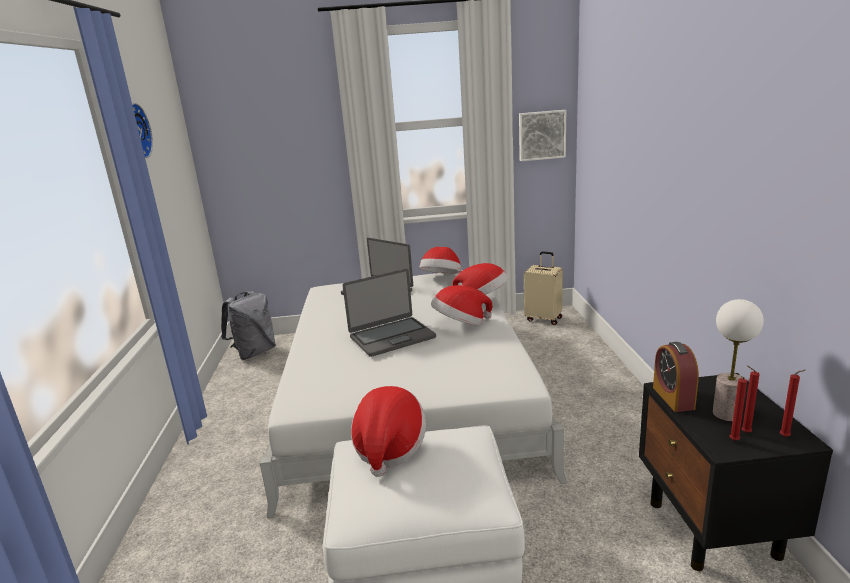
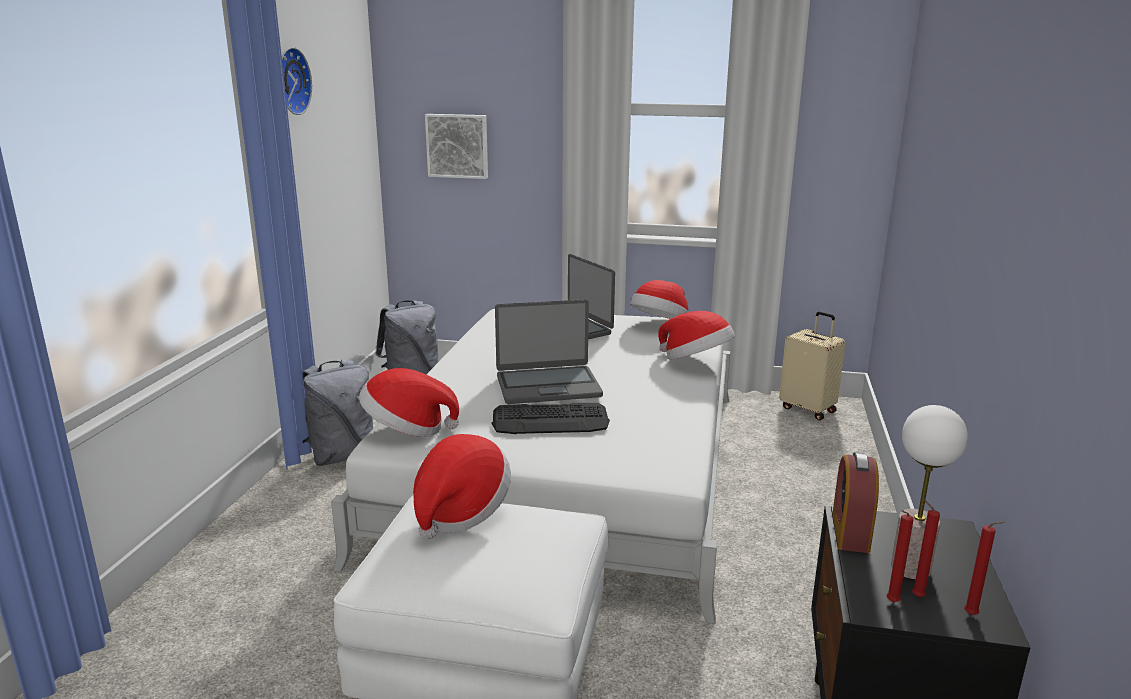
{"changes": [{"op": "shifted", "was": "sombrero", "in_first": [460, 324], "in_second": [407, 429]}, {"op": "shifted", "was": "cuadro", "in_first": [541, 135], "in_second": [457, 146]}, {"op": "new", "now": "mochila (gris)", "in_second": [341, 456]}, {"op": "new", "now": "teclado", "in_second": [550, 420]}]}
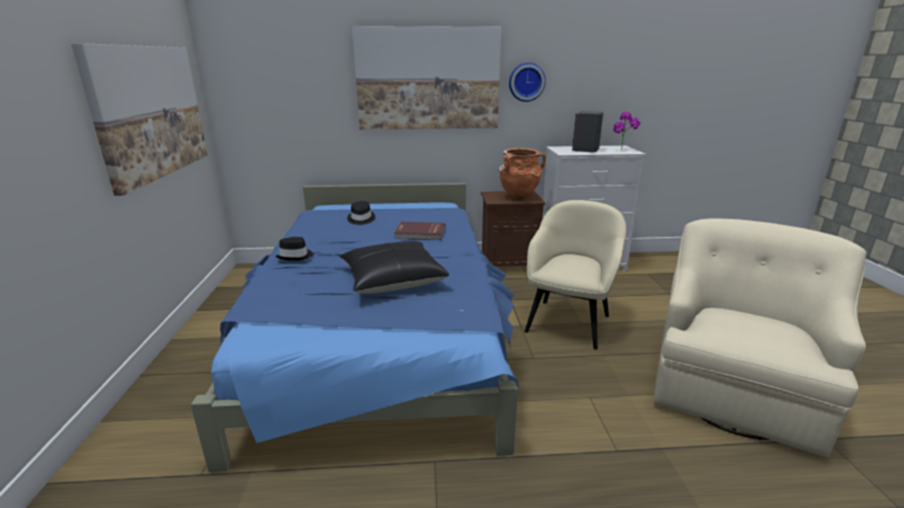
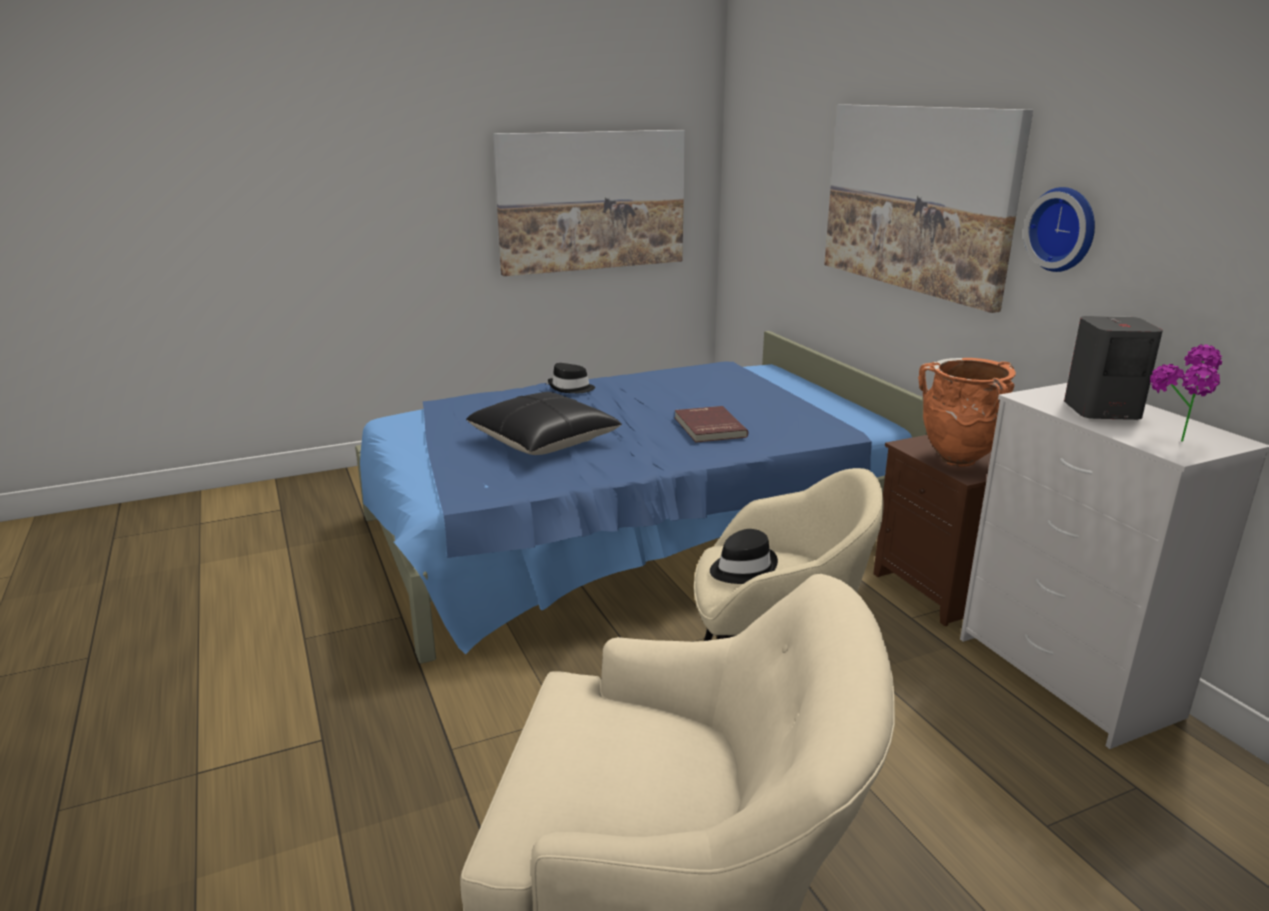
{"changes": [{"op": "shifted", "was": "sombrero (negro)", "in_first": [360, 219], "in_second": [742, 568]}]}
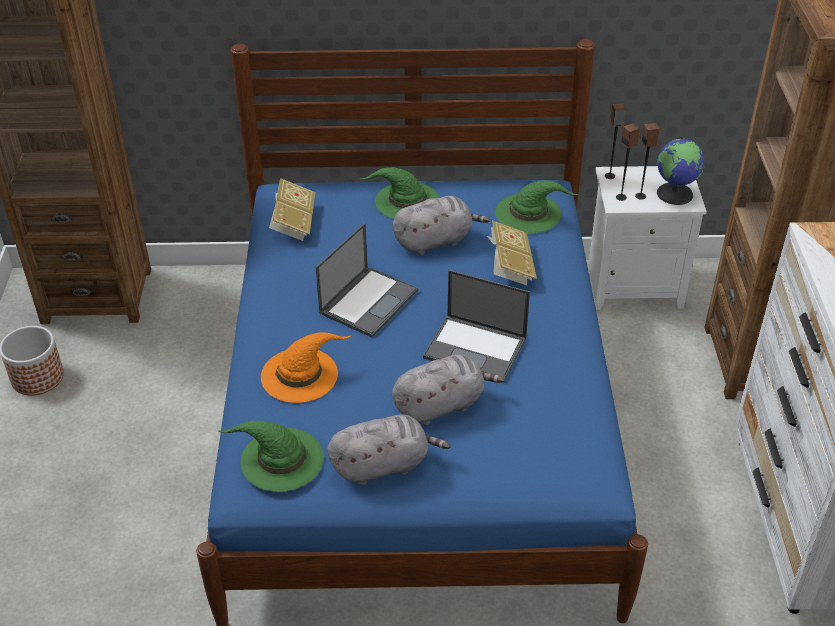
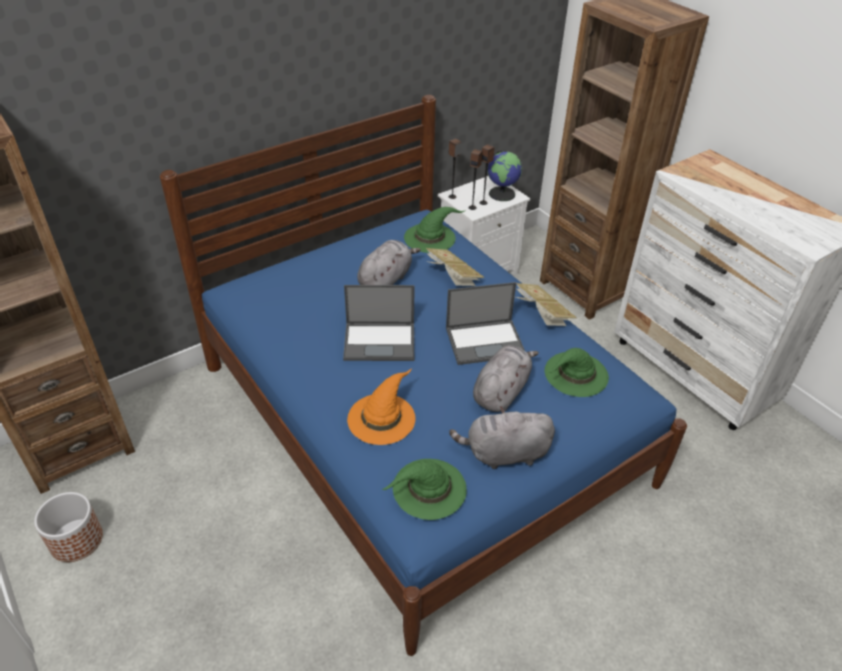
{"changes": [{"op": "shifted", "was": "libro", "in_first": [293, 222], "in_second": [542, 315]}, {"op": "rotated", "was": "portátil", "in_first": [369, 301], "in_second": [380, 341], "clockwise": 90}, {"op": "rotated", "was": "peluche (gris)", "in_first": [384, 465], "in_second": [503, 454], "clockwise": -135}, {"op": "shifted", "was": "sombrero (verde)", "in_first": [406, 201], "in_second": [575, 374]}]}
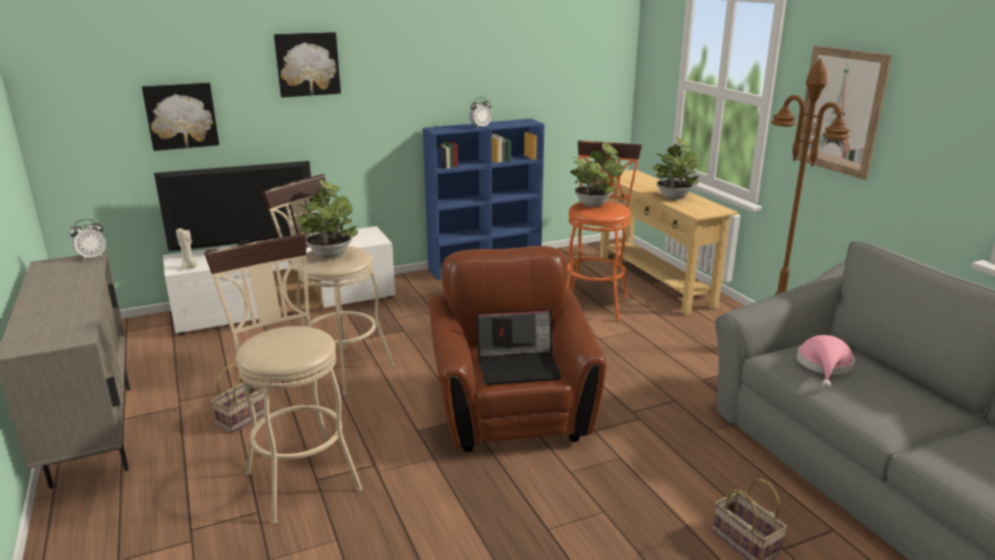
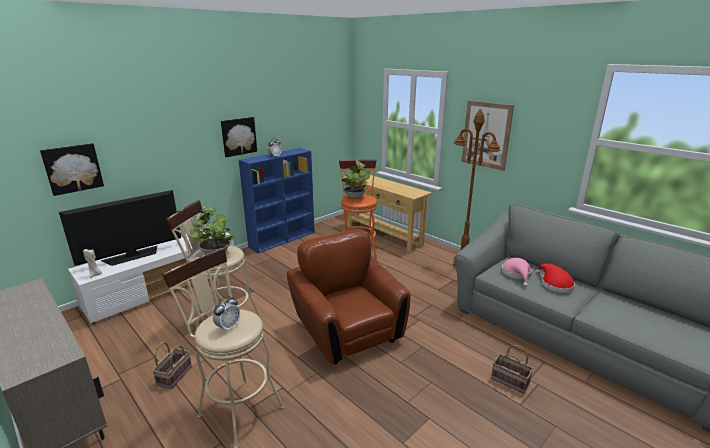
{"changes": [{"op": "shifted", "was": "despertador", "in_first": [92, 257], "in_second": [228, 327]}, {"op": "shifted", "was": "cuadro", "in_first": [307, 64], "in_second": [238, 136]}, {"op": "gone", "was": "portátil", "in_first": [519, 367]}, {"op": "gone", "was": "planta en maceta", "in_first": [673, 196]}, {"op": "new", "now": "sombrero (rojo)", "in_second": [554, 284]}]}
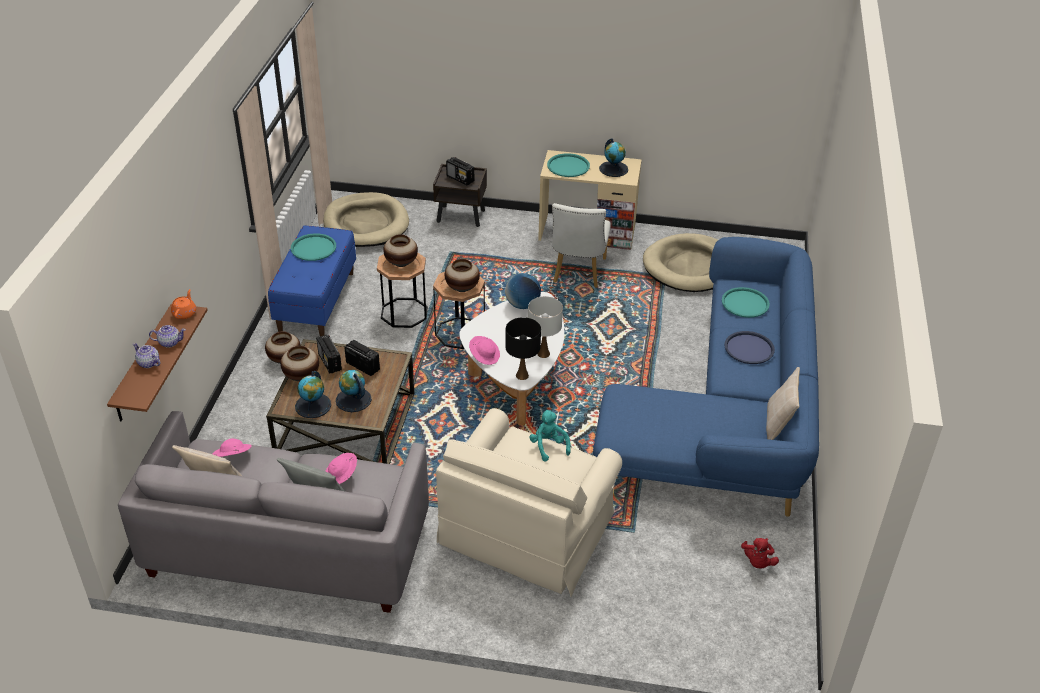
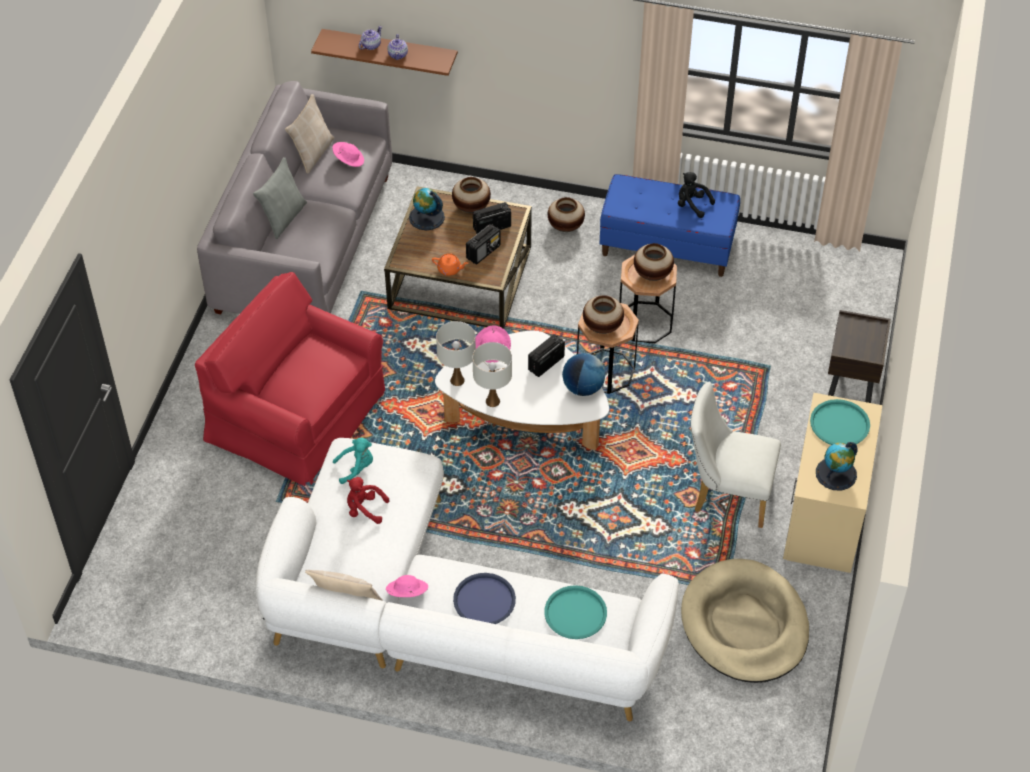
{"changes": [{"op": "shifted", "was": "tetera (naranja)", "in_first": [184, 313], "in_second": [450, 269]}, {"op": "swapped", "was": "bandeja (turquesa)", "now": "peluche (negro)", "in_first": [313, 248], "in_second": [692, 205]}, {"op": "gone", "was": "cama para perro (beis)", "in_first": [366, 224]}, {"op": "shifted", "was": "sombrero (rosa)", "in_first": [341, 476], "in_second": [407, 593]}, {"op": "gone", "was": "globo terráqueo", "in_first": [353, 400]}, {"op": "repainted", "was": "sillón (beis)", "now": "sillón (rojo)", "in_first": [527, 528], "in_second": [297, 414]}, {"op": "shifted", "was": "radio", "in_first": [460, 179], "in_second": [545, 363]}, {"op": "repainted", "was": "lámpara de mesa (negro)", "now": "lámpara de mesa (blanco)", "in_first": [522, 375], "in_second": [457, 380]}, {"op": "shifted", "was": "peluche (turquesa)", "in_first": [548, 446], "in_second": [356, 468]}, {"op": "repainted", "was": "sofá (azul)", "now": "sofá (blanco)", "in_first": [728, 414], "in_second": [444, 616]}, {"op": "shifted", "was": "peluche (rojo)", "in_first": [757, 562], "in_second": [364, 509]}]}
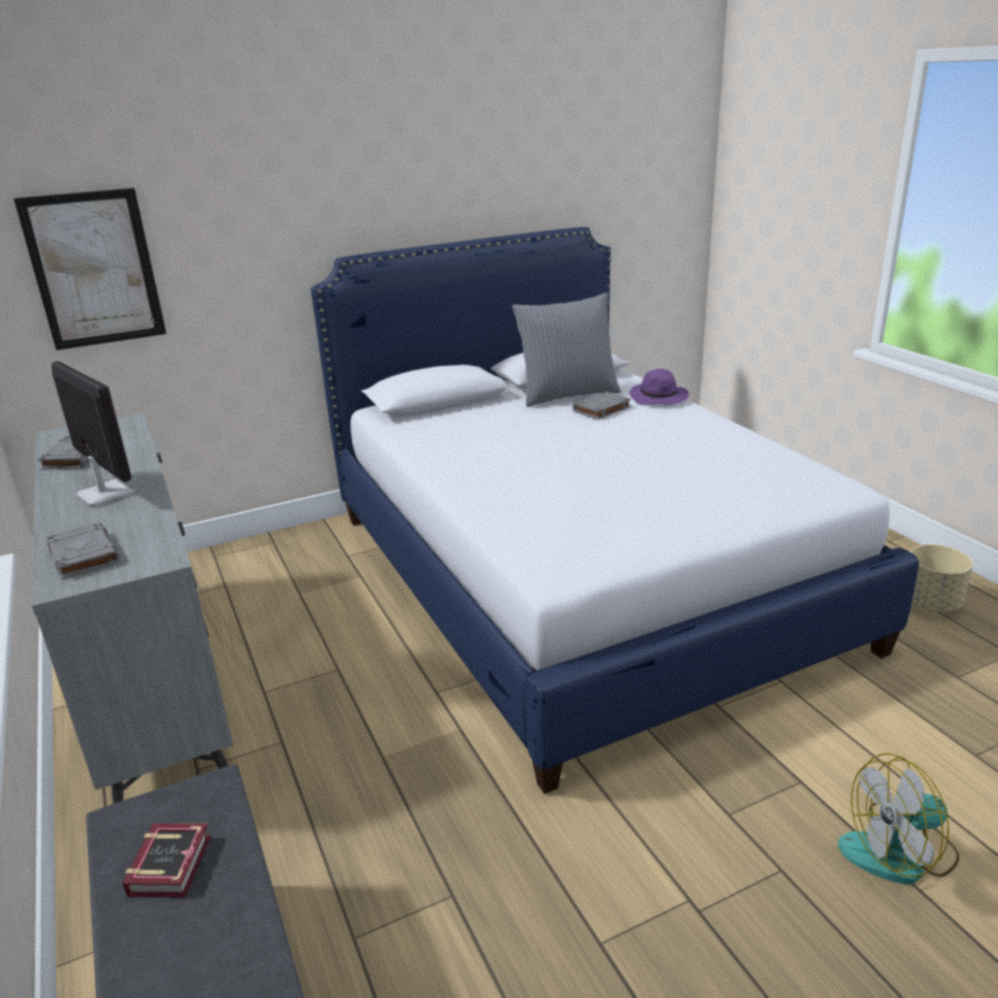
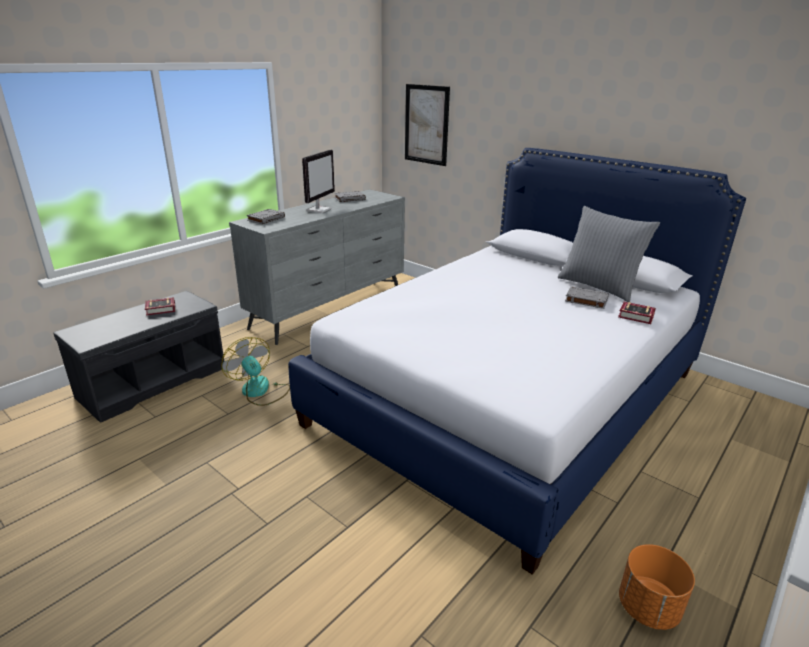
{"changes": [{"op": "swapped", "was": "sombrero (morado)", "now": "libro", "in_first": [659, 398], "in_second": [637, 317]}, {"op": "shifted", "was": "ventilador", "in_first": [899, 853], "in_second": [260, 391]}, {"op": "repainted", "was": "maceta (beis)", "now": "maceta (naranja)", "in_first": [931, 604], "in_second": [648, 608]}]}
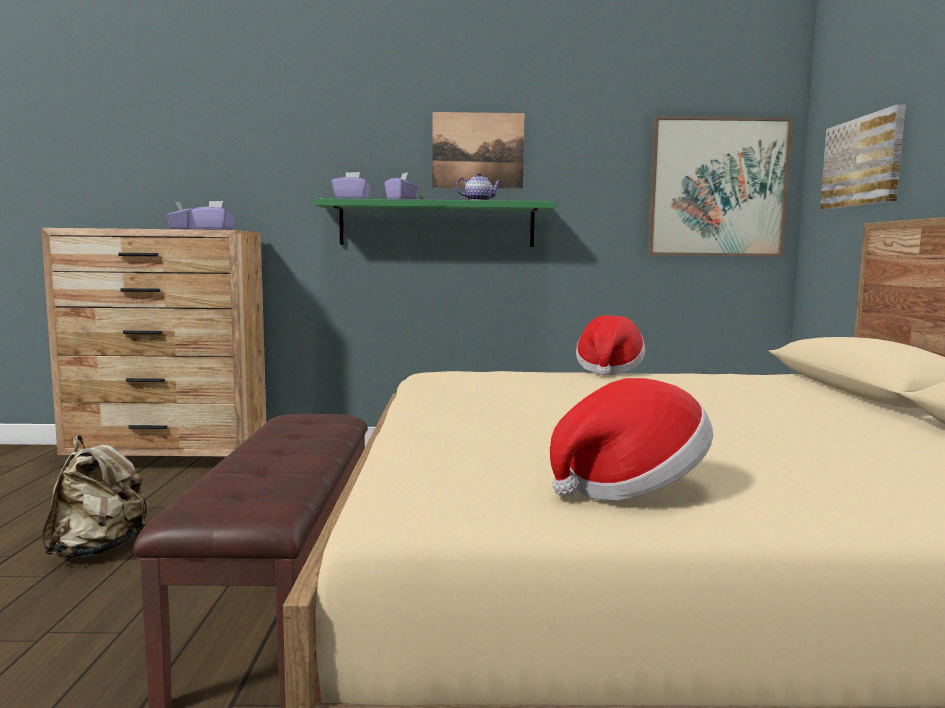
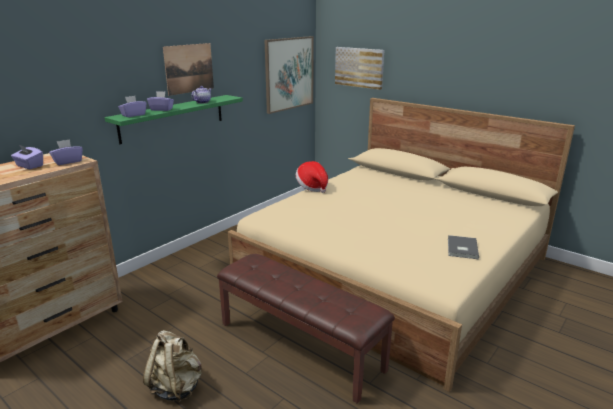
{"changes": [{"op": "swapped", "was": "sombrero", "now": "libro (gris)", "in_first": [630, 487], "in_second": [461, 248]}]}
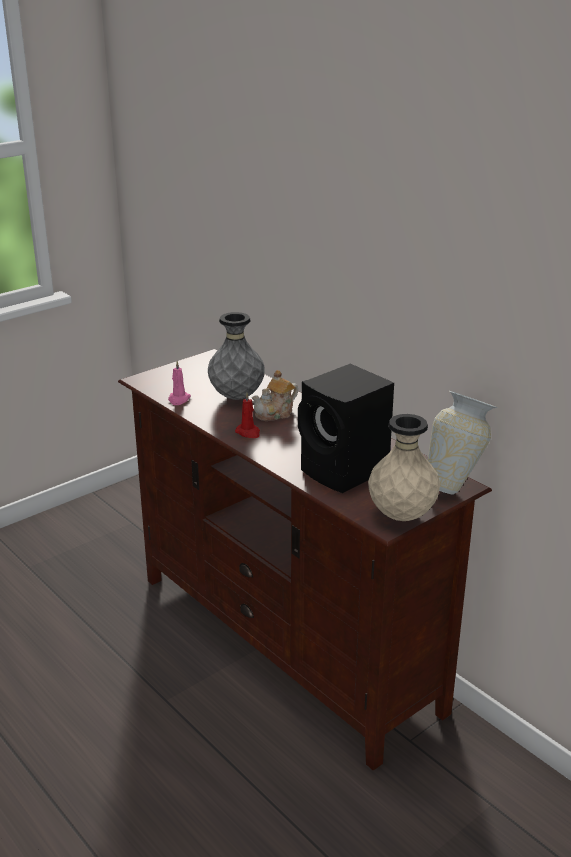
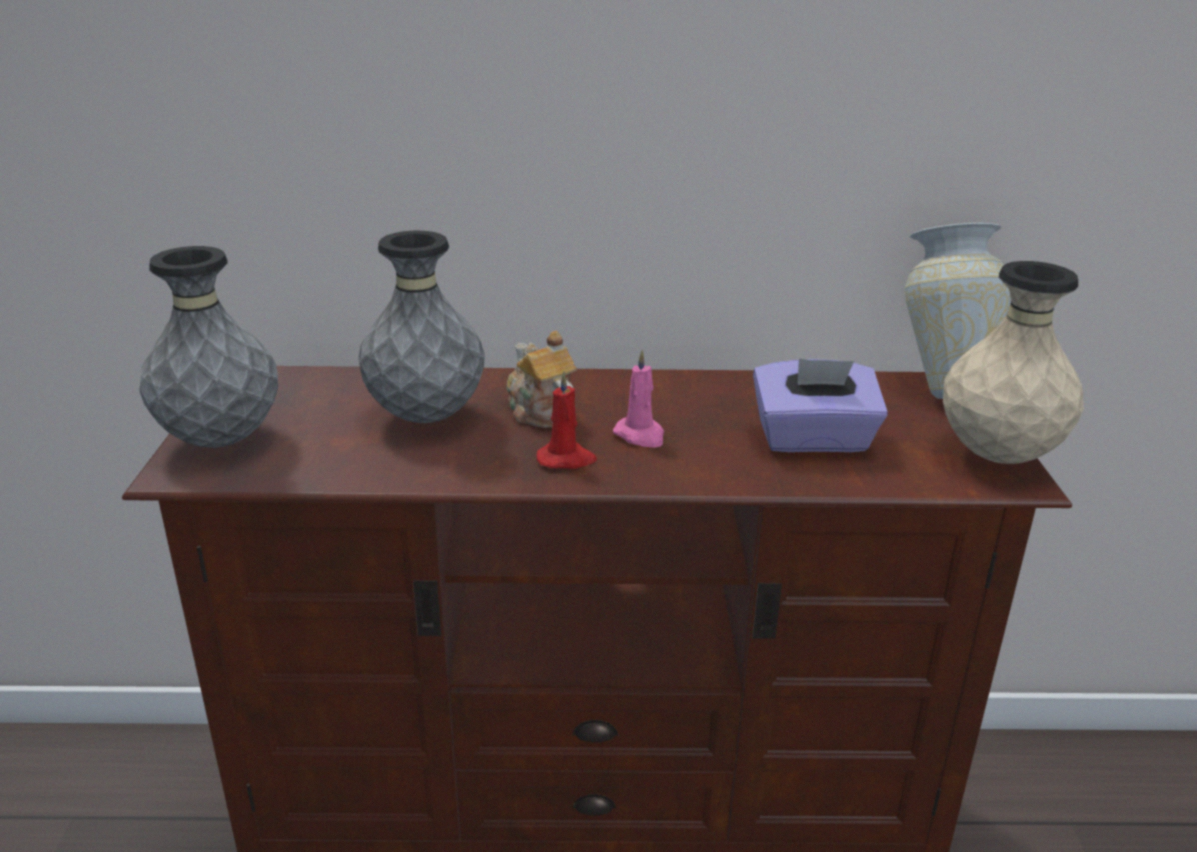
{"changes": [{"op": "shifted", "was": "vela (rosa)", "in_first": [179, 399], "in_second": [640, 436]}, {"op": "rotated", "was": "tetera", "in_first": [276, 413], "in_second": [540, 411], "clockwise": 150}, {"op": "swapped", "was": "altavoz (negro)", "now": "caja de pañuelos (morado)", "in_first": [346, 472], "in_second": [813, 440]}, {"op": "new", "now": "florero (gris)", "in_second": [221, 440]}]}
